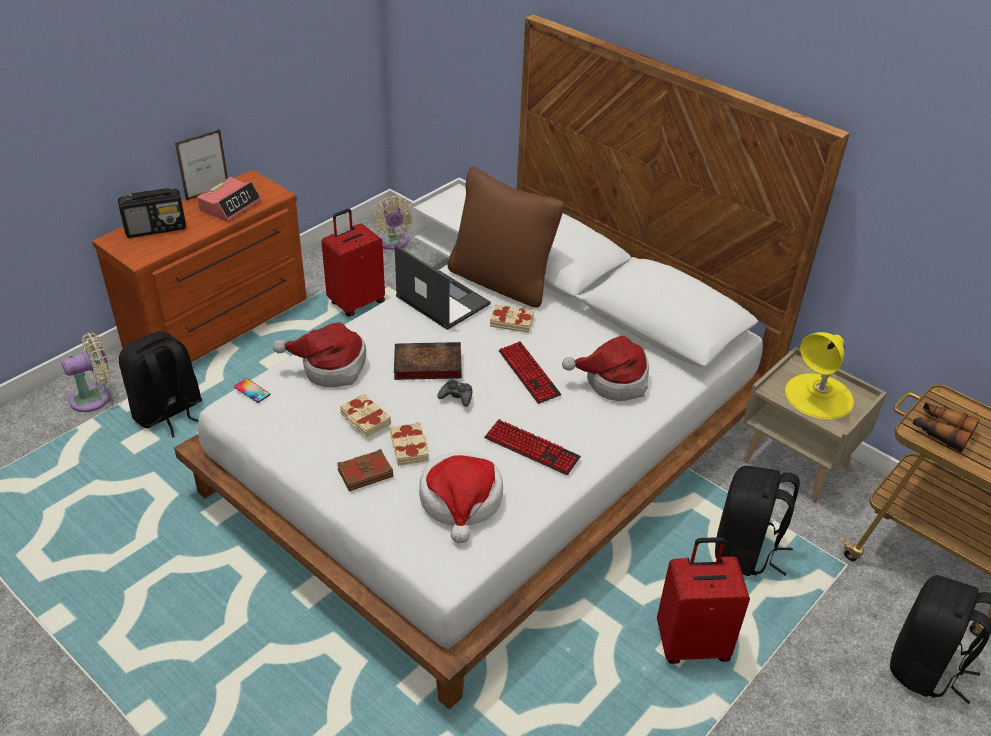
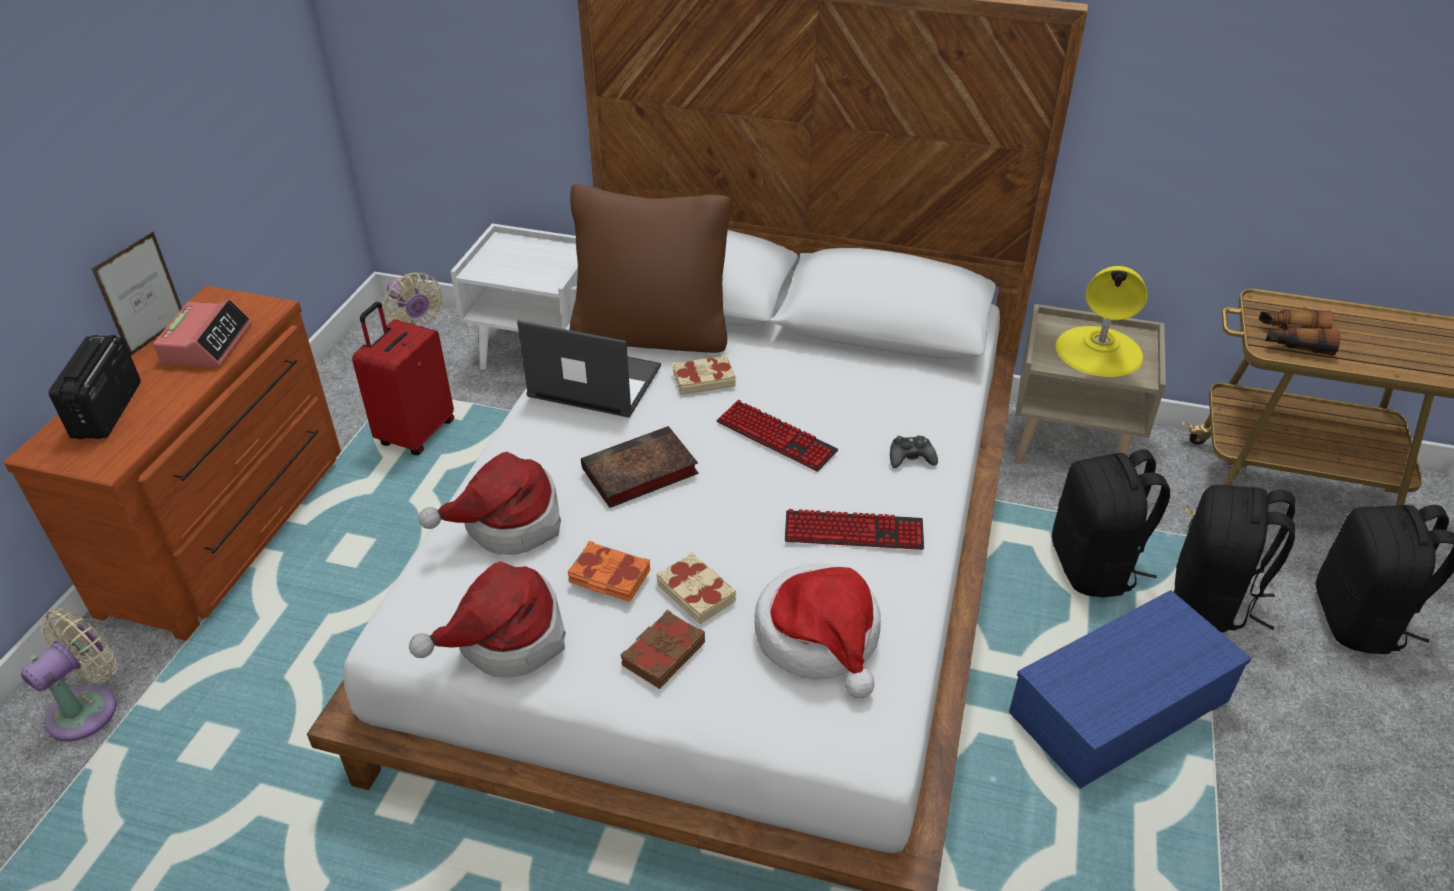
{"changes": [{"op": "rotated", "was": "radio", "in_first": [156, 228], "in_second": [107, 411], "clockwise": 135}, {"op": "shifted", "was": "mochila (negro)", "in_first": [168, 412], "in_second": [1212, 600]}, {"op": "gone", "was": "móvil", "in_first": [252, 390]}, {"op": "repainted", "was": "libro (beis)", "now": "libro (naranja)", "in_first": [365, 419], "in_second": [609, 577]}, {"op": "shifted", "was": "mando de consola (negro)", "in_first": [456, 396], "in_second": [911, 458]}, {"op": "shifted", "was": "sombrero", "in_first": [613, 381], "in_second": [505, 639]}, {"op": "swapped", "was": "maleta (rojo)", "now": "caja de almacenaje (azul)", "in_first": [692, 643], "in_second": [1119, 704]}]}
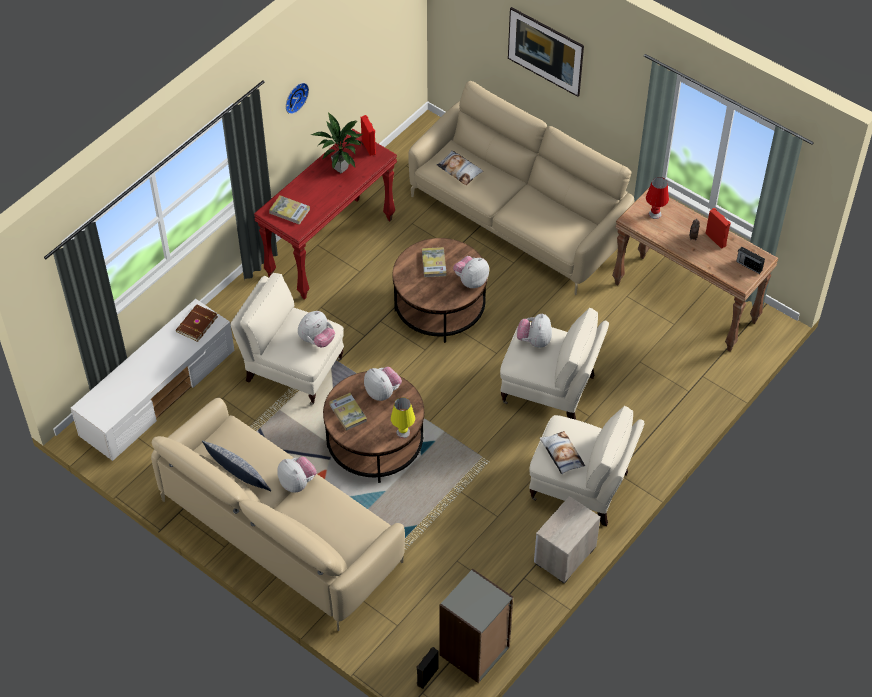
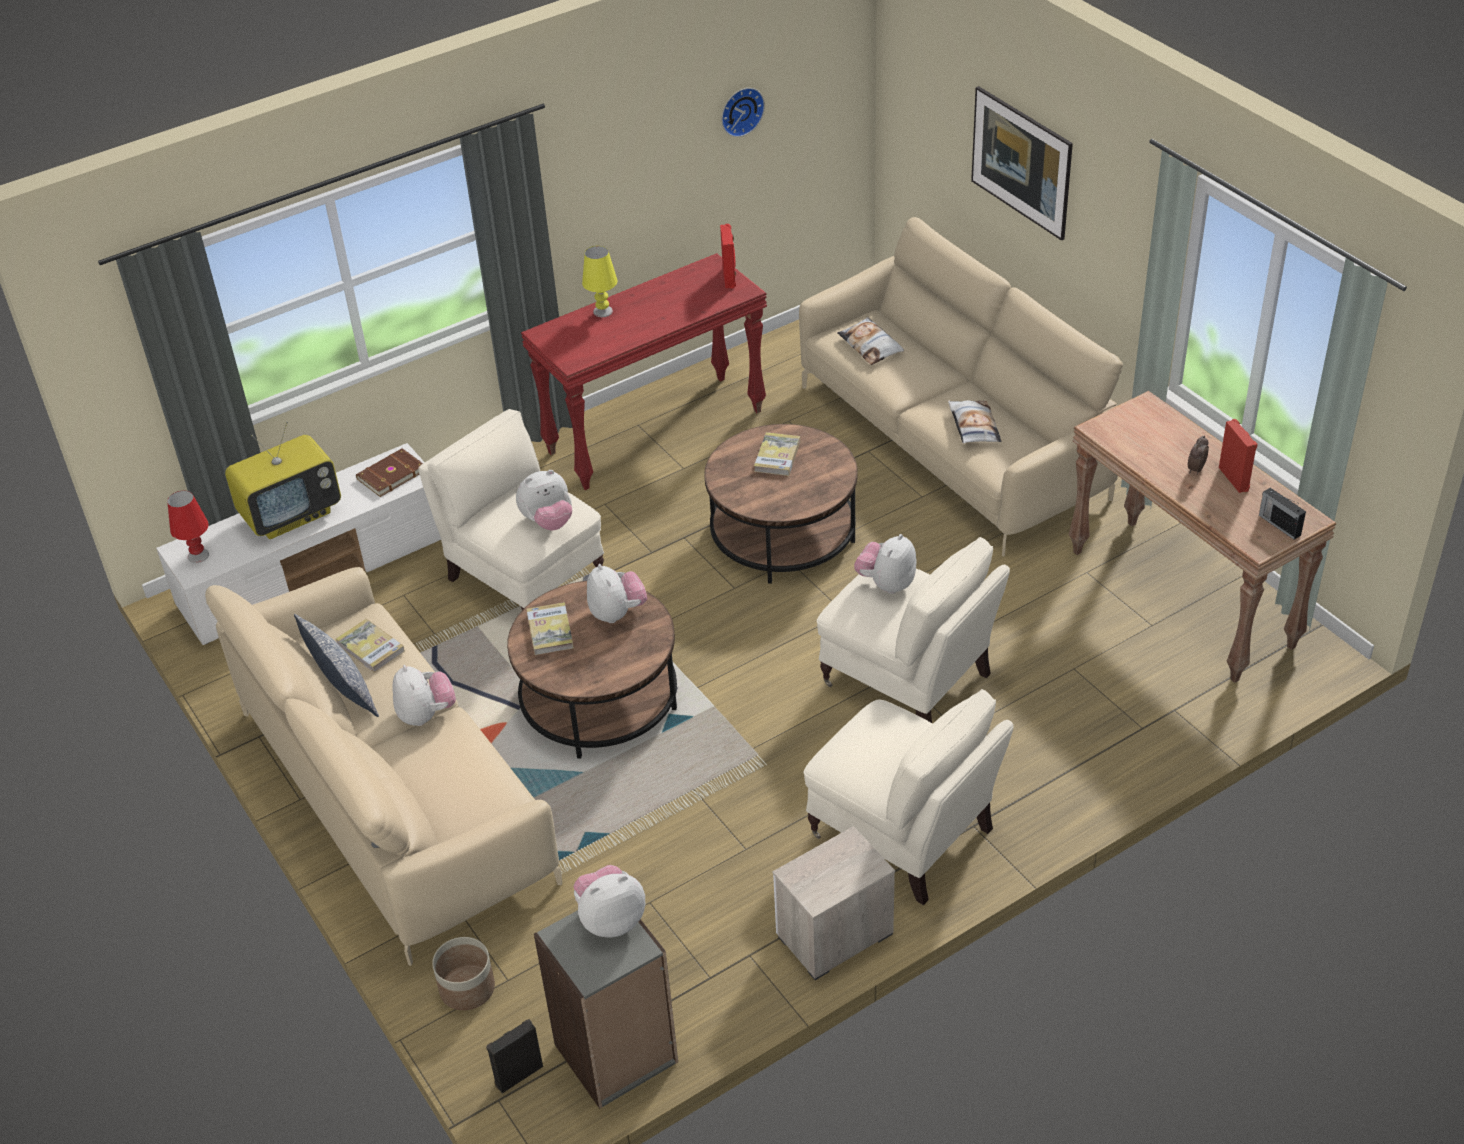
{"changes": [{"op": "shifted", "was": "libro", "in_first": [289, 211], "in_second": [370, 648]}, {"op": "shifted", "was": "reloj de pared", "in_first": [295, 97], "in_second": [740, 110]}, {"op": "gone", "was": "planta en maceta", "in_first": [341, 169]}, {"op": "shifted", "was": "lámpara de mesa (amarillo)", "in_first": [403, 432], "in_second": [603, 311]}, {"op": "shifted", "was": "peluche", "in_first": [471, 281], "in_second": [610, 919]}, {"op": "shifted", "was": "cojín", "in_first": [561, 454], "in_second": [973, 426]}, {"op": "shifted", "was": "lámpara de mesa (rojo)", "in_first": [655, 214], "in_second": [198, 556]}, {"op": "new", "now": "televisor", "in_second": [292, 514]}, {"op": "new", "now": "maceta", "in_second": [466, 988]}]}
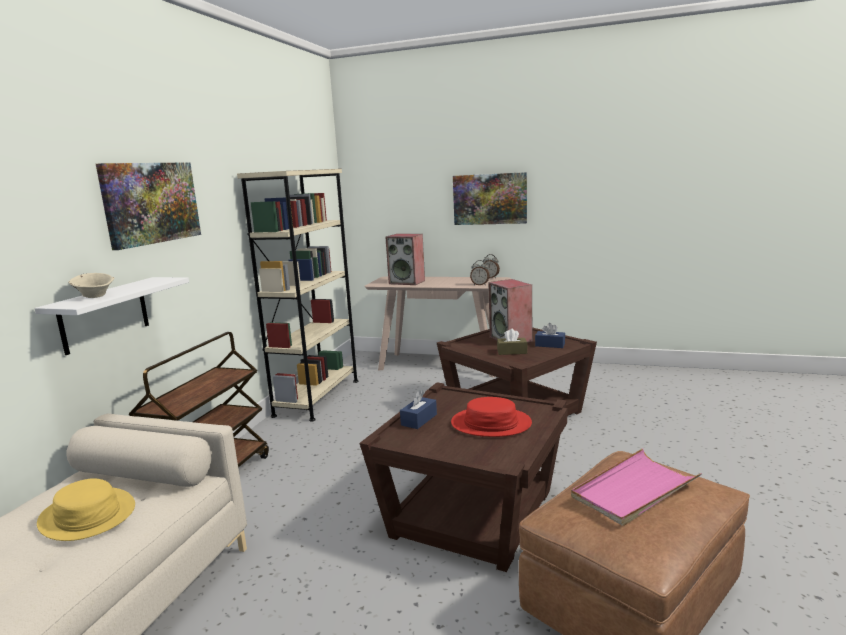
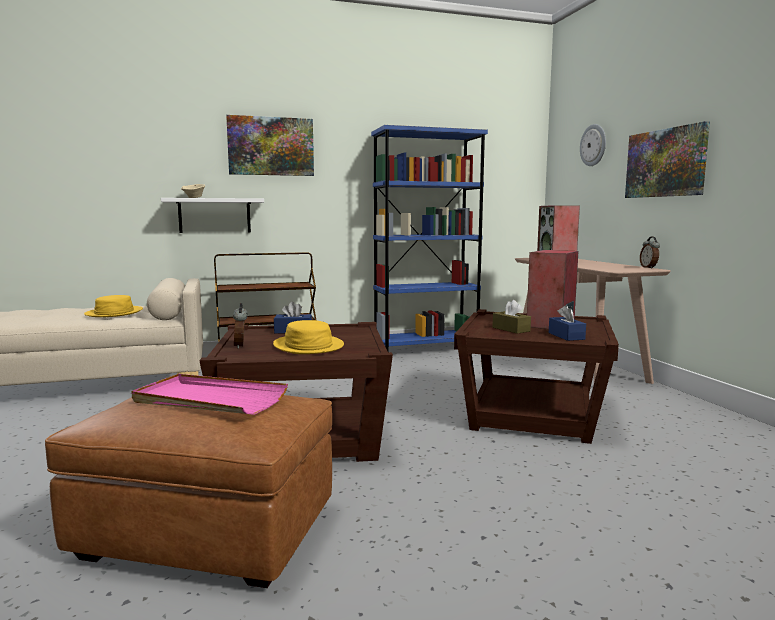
{"changes": [{"op": "repainted", "was": "estantería (beis)", "now": "estantería (azul)", "in_first": [317, 397], "in_second": [426, 350]}, {"op": "repainted", "was": "sombrero (rojo)", "now": "sombrero (amarillo)", "in_first": [491, 424], "in_second": [308, 346]}, {"op": "shifted", "was": "despertador", "in_first": [480, 285], "in_second": [241, 346]}, {"op": "new", "now": "reloj de pared", "in_second": [593, 145]}]}
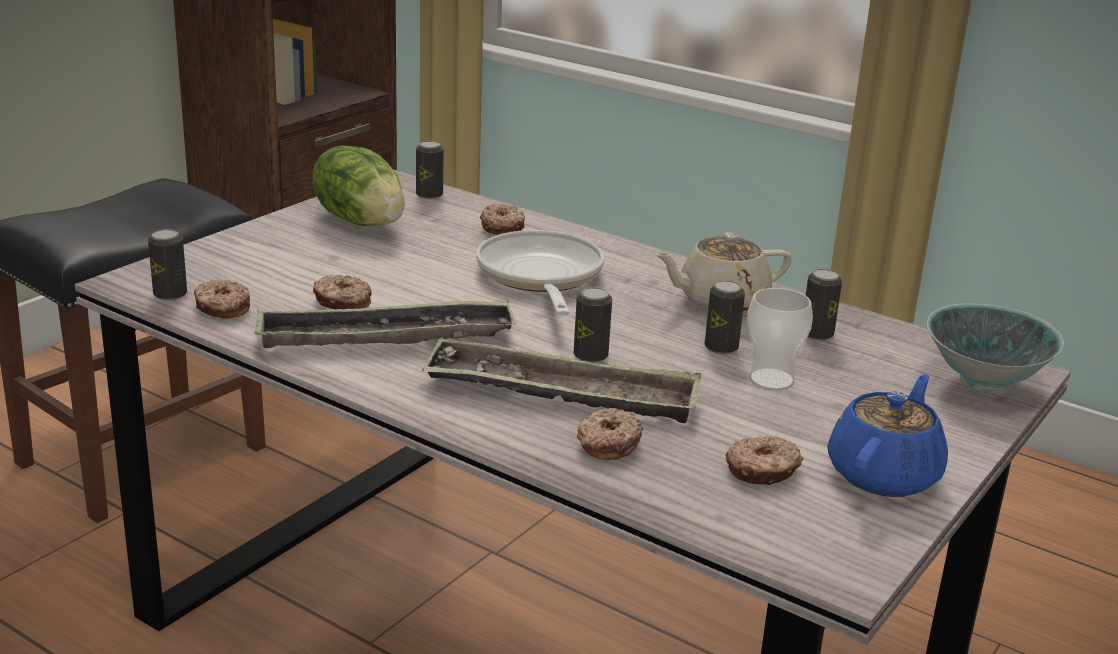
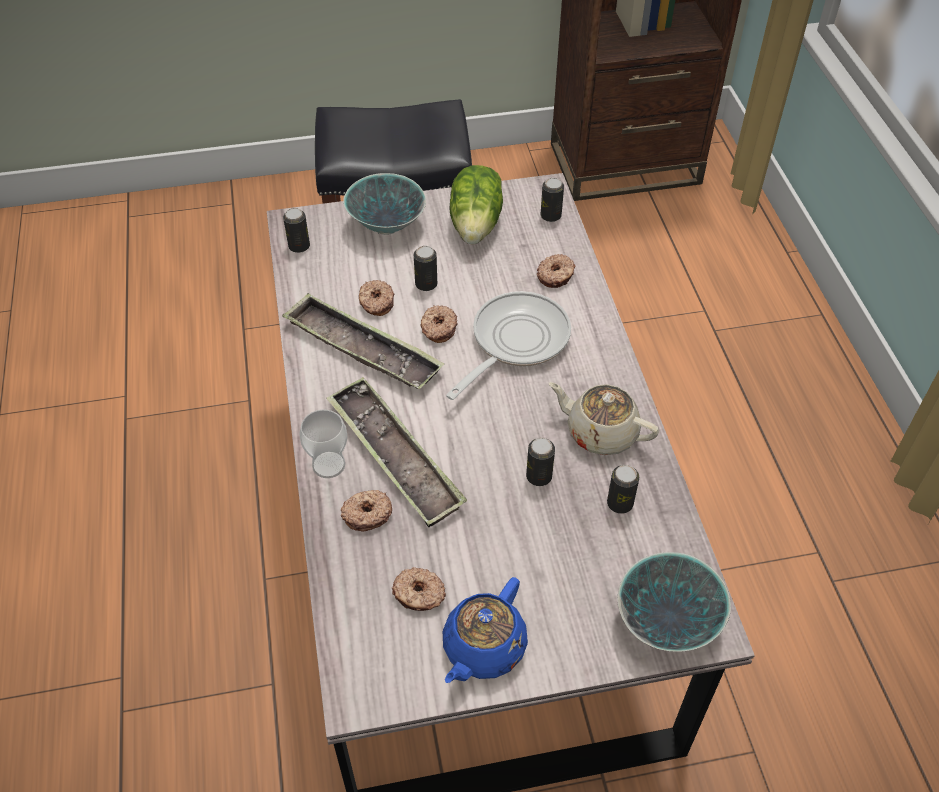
{"changes": [{"op": "shifted", "was": "rosquilla", "in_first": [222, 308], "in_second": [438, 328]}, {"op": "shifted", "was": "lata", "in_first": [590, 356], "in_second": [426, 284]}, {"op": "shifted", "was": "taza", "in_first": [771, 380], "in_second": [328, 465]}, {"op": "rotated", "was": "tetera (azul)", "in_first": [884, 474], "in_second": [483, 648], "clockwise": 135}, {"op": "new", "now": "cuenco", "in_second": [386, 225]}]}
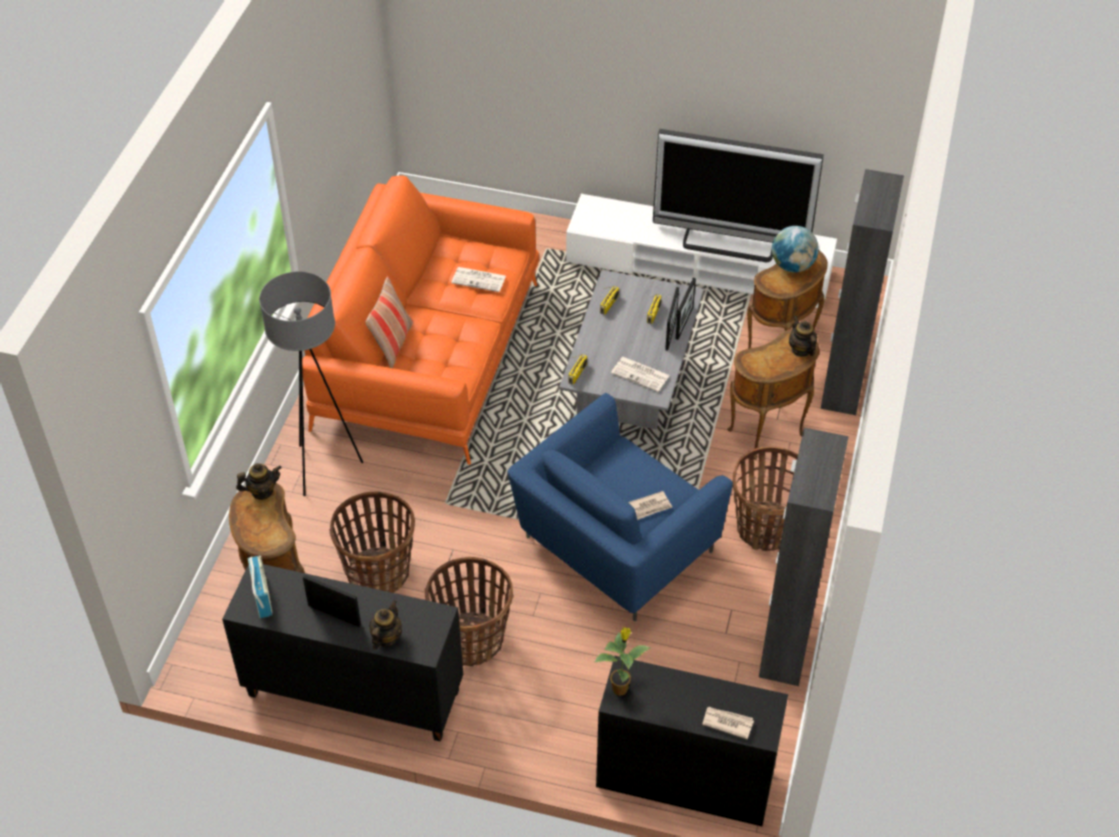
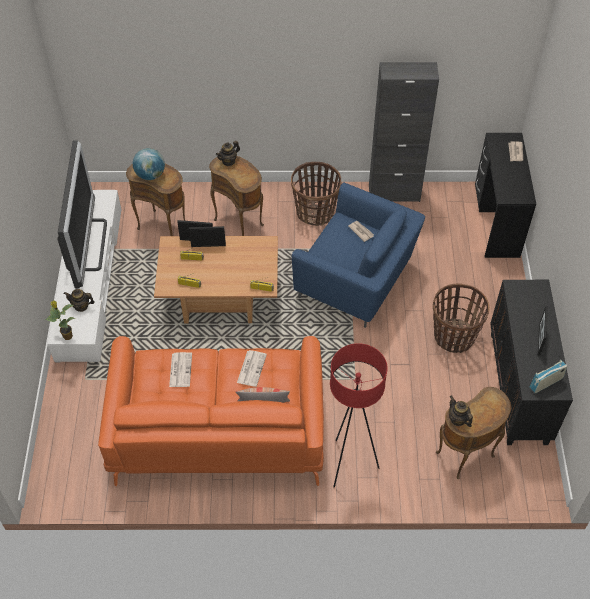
{"changes": [{"op": "repainted", "was": "lámpara de pie (gris)", "now": "lámpara de pie (rojo)", "in_first": [323, 468], "in_second": [349, 464]}, {"op": "gone", "was": "cesta", "in_first": [378, 573]}, {"op": "shifted", "was": "tetera", "in_first": [386, 637], "in_second": [81, 306]}, {"op": "repainted", "was": "mesa de centro (gris)", "now": "mesa de centro (marrón)", "in_first": [630, 389], "in_second": [220, 298]}, {"op": "shifted", "was": "planta en maceta", "in_first": [620, 688], "in_second": [67, 336]}, {"op": "shifted", "was": "periódico", "in_first": [641, 374], "in_second": [251, 368]}, {"op": "gone", "was": "armario (negro)", "in_first": [843, 384]}]}
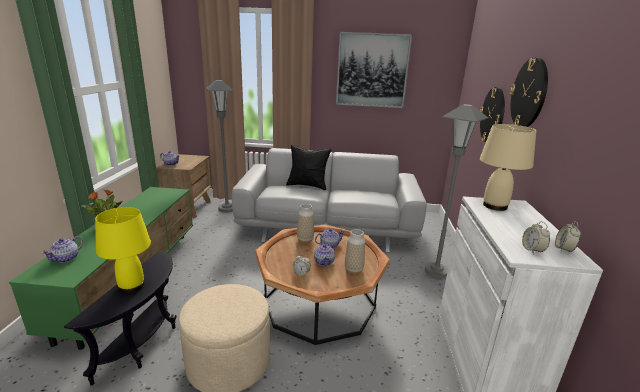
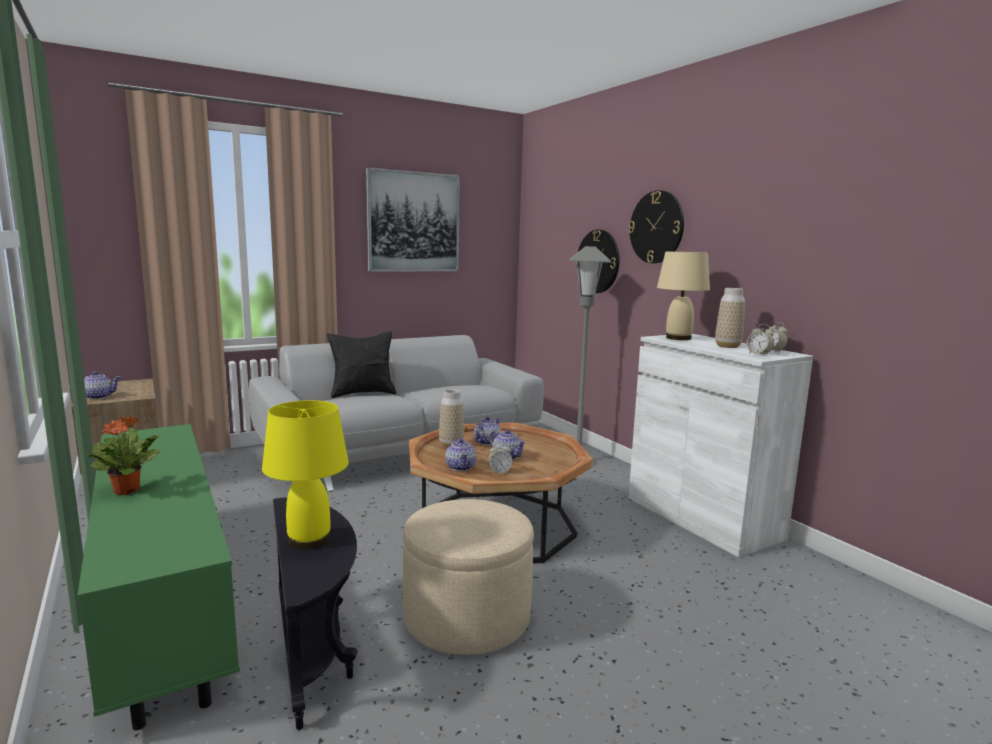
{"changes": [{"op": "shifted", "was": "tetera", "in_first": [66, 258], "in_second": [461, 467]}, {"op": "gone", "was": "lámpara de pie (gris)", "in_first": [227, 209]}, {"op": "shifted", "was": "florero", "in_first": [353, 270], "in_second": [727, 346]}]}
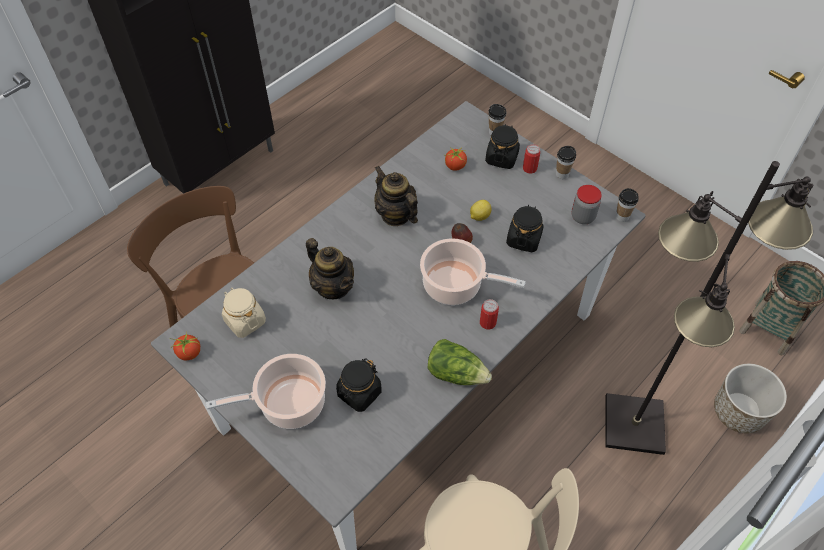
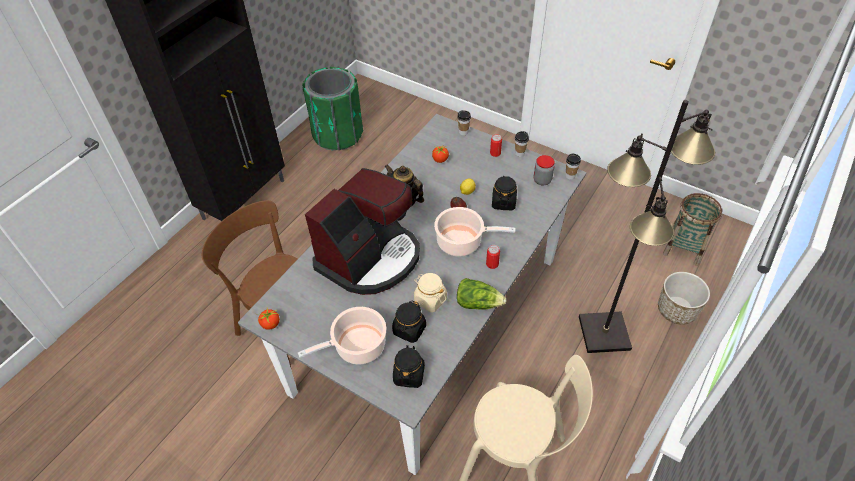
{"changes": [{"op": "shifted", "was": "tarro (beis)", "in_first": [245, 321], "in_second": [430, 300]}, {"op": "swapped", "was": "tetera", "now": "cafetera", "in_first": [333, 286], "in_second": [370, 258]}, {"op": "shifted", "was": "tarro (negro)", "in_first": [501, 158], "in_second": [409, 375]}, {"op": "new", "now": "papelera (verde)", "in_second": [338, 135]}]}
